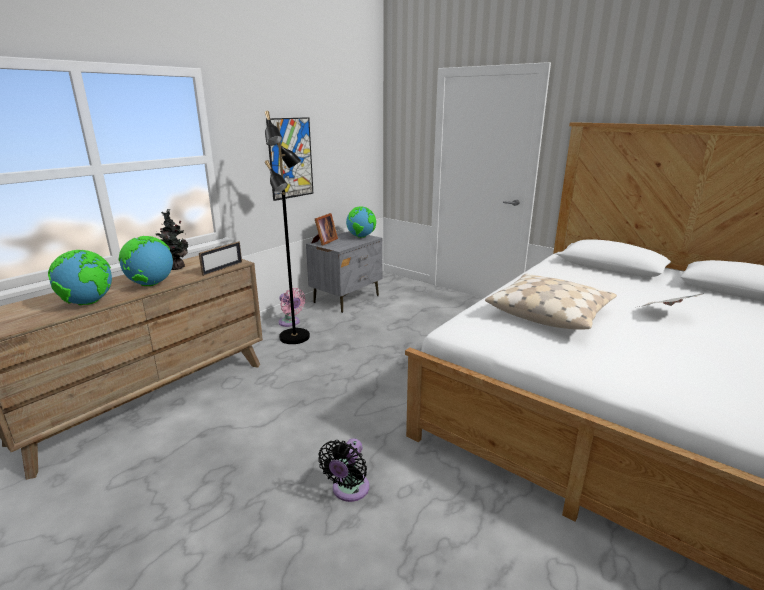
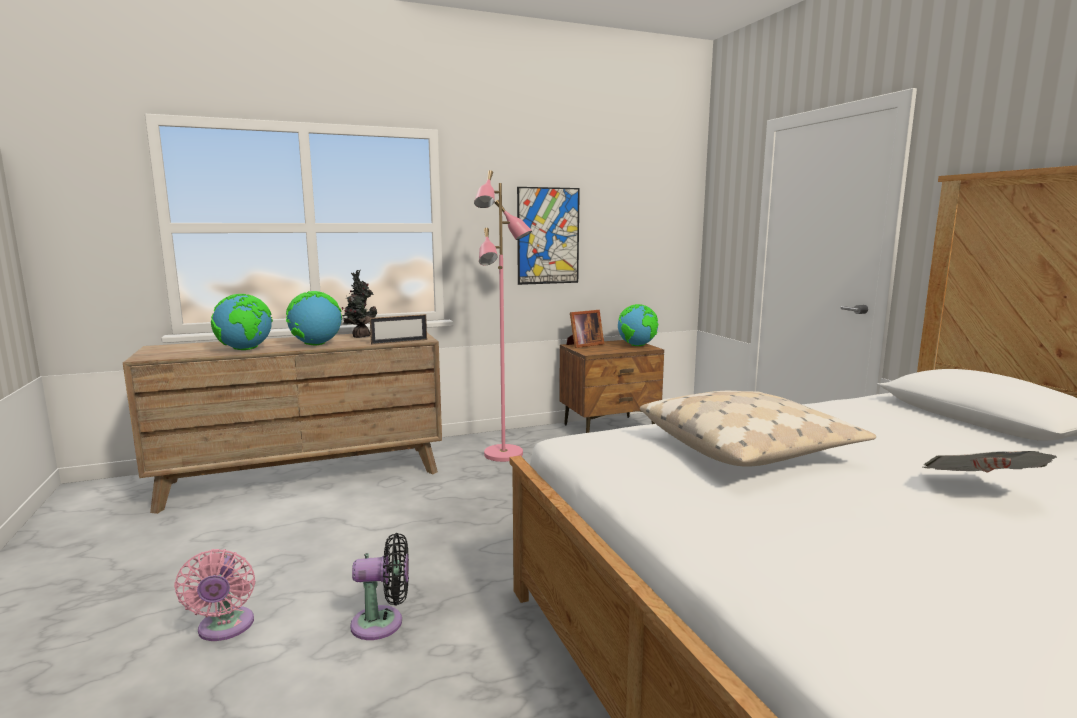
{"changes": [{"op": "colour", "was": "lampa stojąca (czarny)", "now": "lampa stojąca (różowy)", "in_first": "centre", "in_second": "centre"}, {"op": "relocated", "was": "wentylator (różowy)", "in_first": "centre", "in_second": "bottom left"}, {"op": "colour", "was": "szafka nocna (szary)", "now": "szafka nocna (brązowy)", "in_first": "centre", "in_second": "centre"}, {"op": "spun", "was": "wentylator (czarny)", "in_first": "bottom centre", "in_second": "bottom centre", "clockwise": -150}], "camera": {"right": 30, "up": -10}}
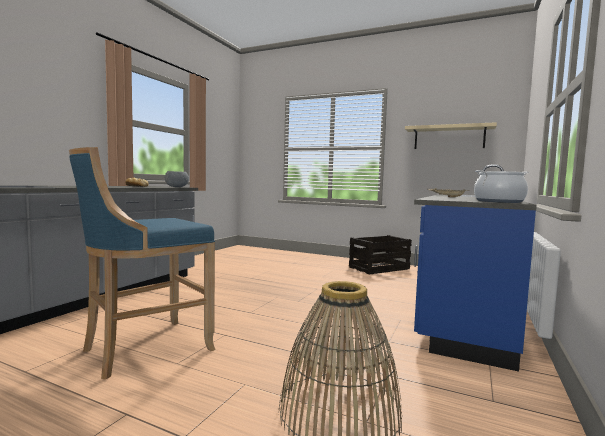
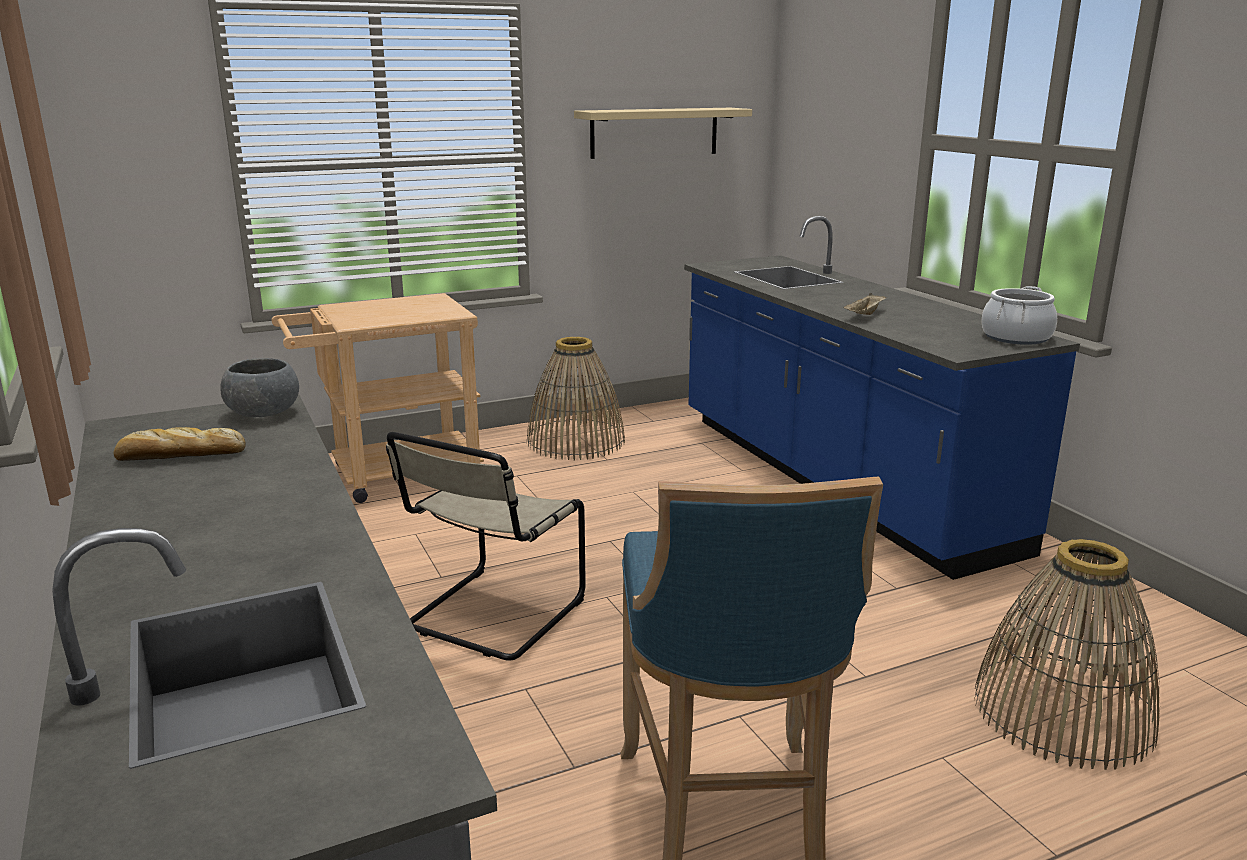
{"changes": [{"op": "exchanged", "was": "skrzynka", "now": "koszyk (no. 1 from left)", "in_first": "centre", "in_second": "centre"}, {"op": "appeared", "now": "wózek (beżowy)", "in_second": "middle left"}, {"op": "appeared", "now": "krzesło (beżowy)", "in_second": "centre"}], "camera": {"right": -50, "up": 15}}
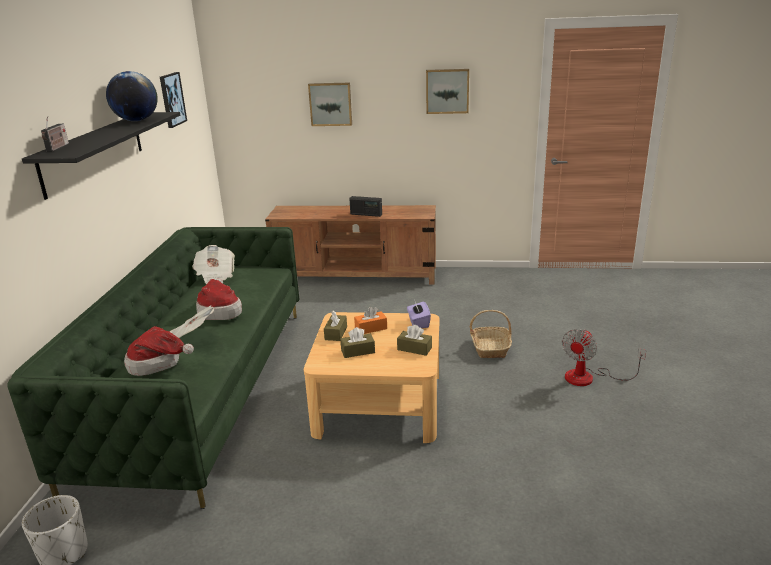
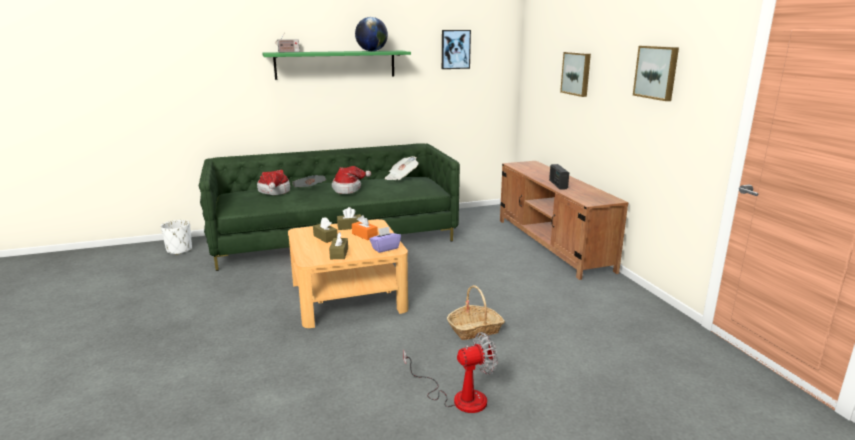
{"changes": [{"op": "colour", "was": "półka (czarny)", "now": "półka (zielony)", "in_first": "top left", "in_second": "top centre"}, {"op": "spun", "was": "wentylator", "in_first": "middle right", "in_second": "bottom centre", "clockwise": 150}], "camera": {"right": 65, "up": -5}}
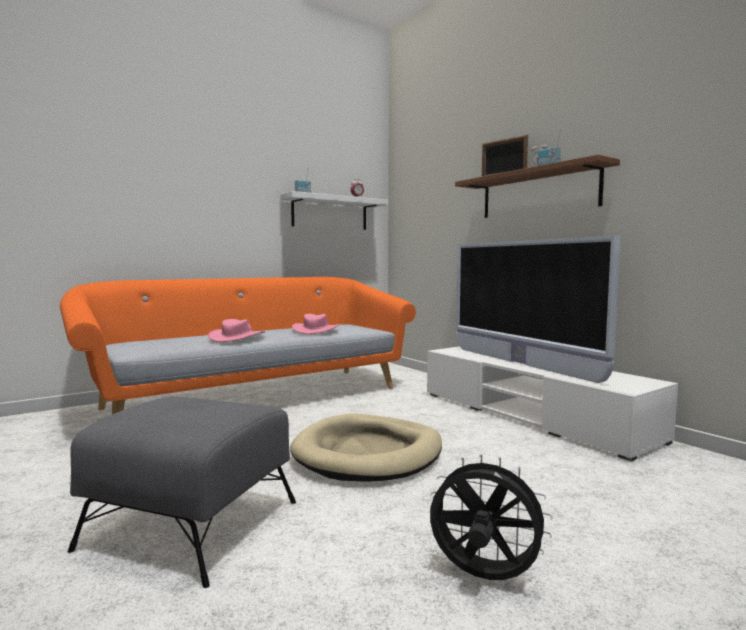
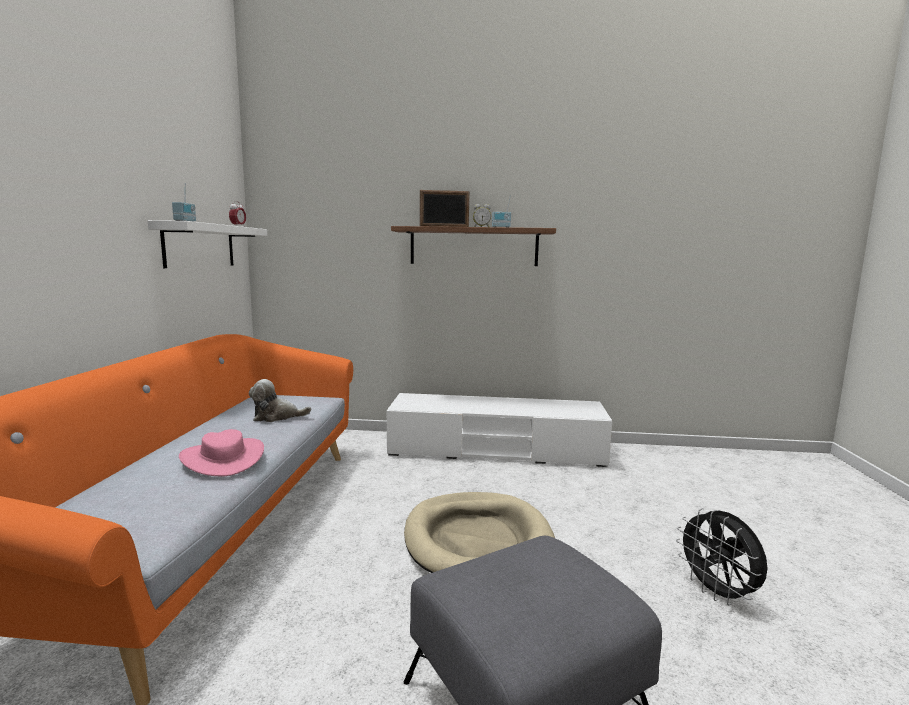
{"changes": [{"op": "exchanged", "was": "kapelusz (różowy) (no. 2 from left)", "now": "pluszak", "in_first": "centre", "in_second": "middle left"}, {"op": "spun", "was": "wentylator (czarny)", "in_first": "bottom centre", "in_second": "bottom right", "clockwise": -90}, {"op": "missing", "was": "telewizor", "in_first": "middle right"}], "camera": {"right": -50, "up": 5}}
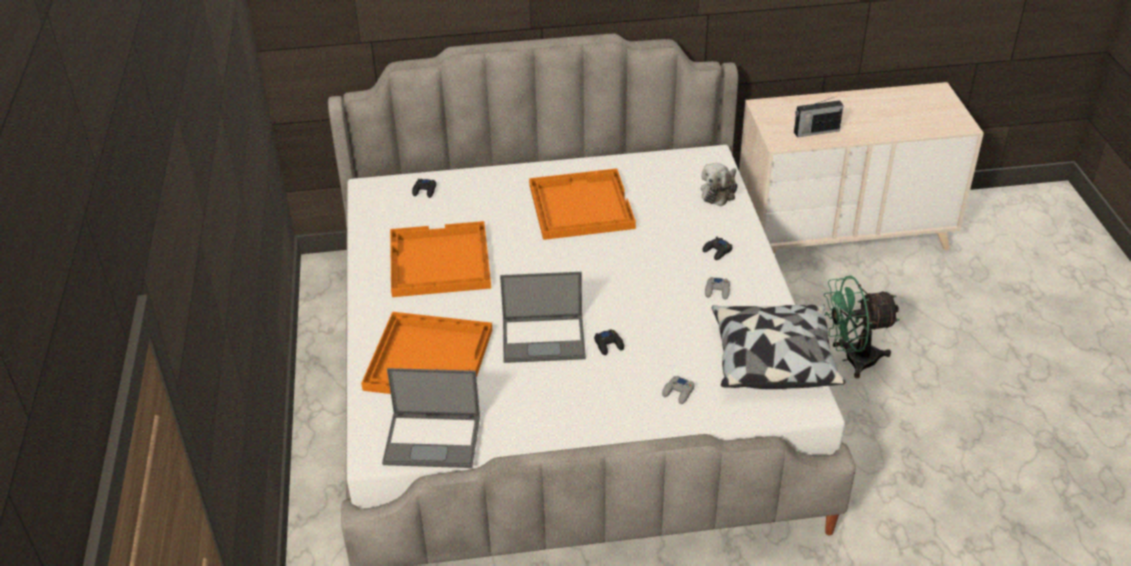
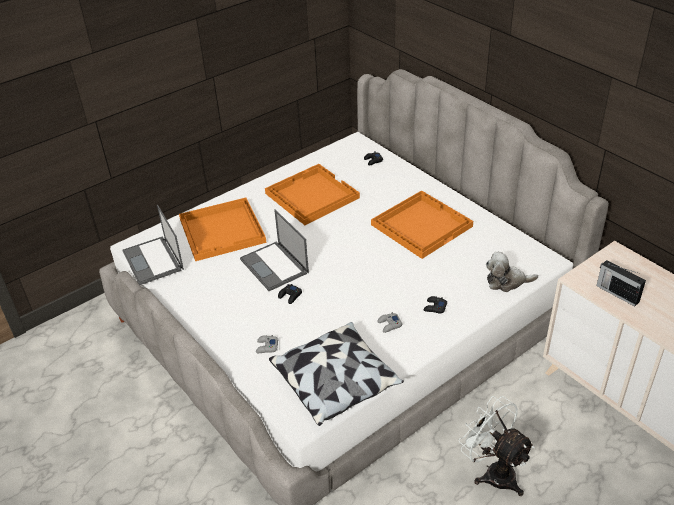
{"changes": [{"op": "colour", "was": "wentylator (zielony)", "now": "wentylator (biały)", "in_first": "middle right", "in_second": "bottom right"}], "camera": {"right": 60, "up": 0}}
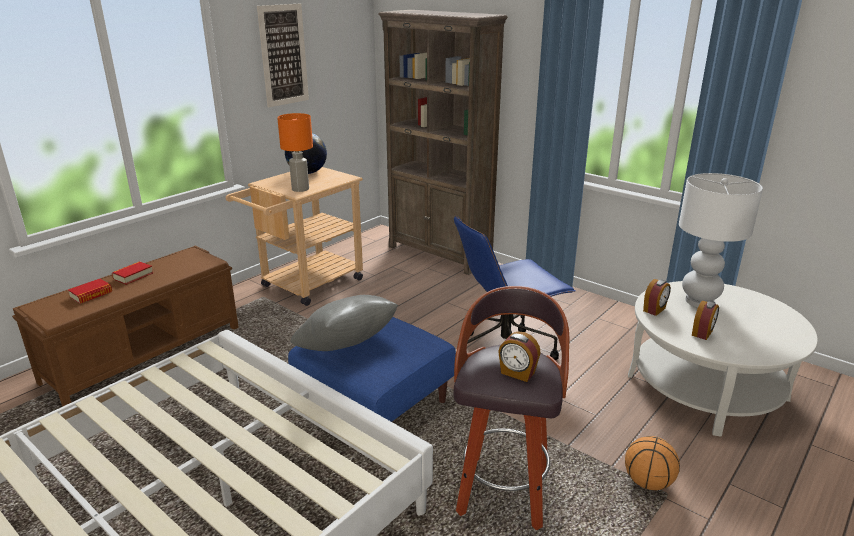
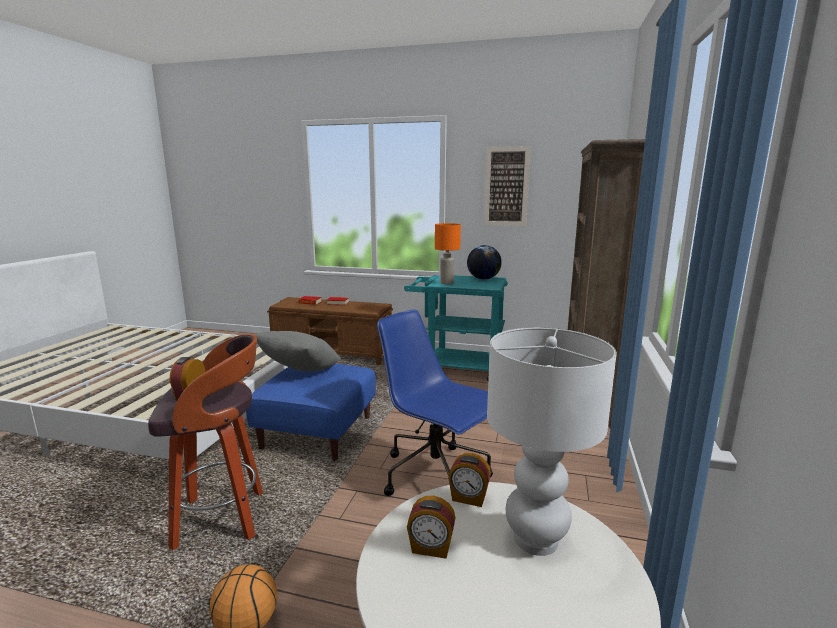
{"changes": [{"op": "colour", "was": "wózek (beżowy)", "now": "wózek (turkusowy)", "in_first": "centre", "in_second": "centre"}], "camera": {"right": 65, "up": -10}}
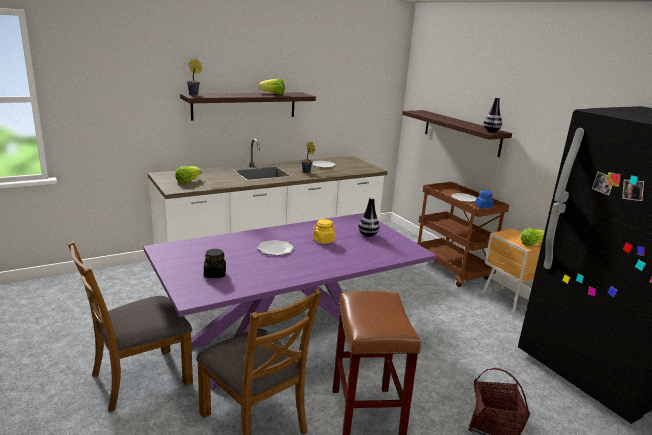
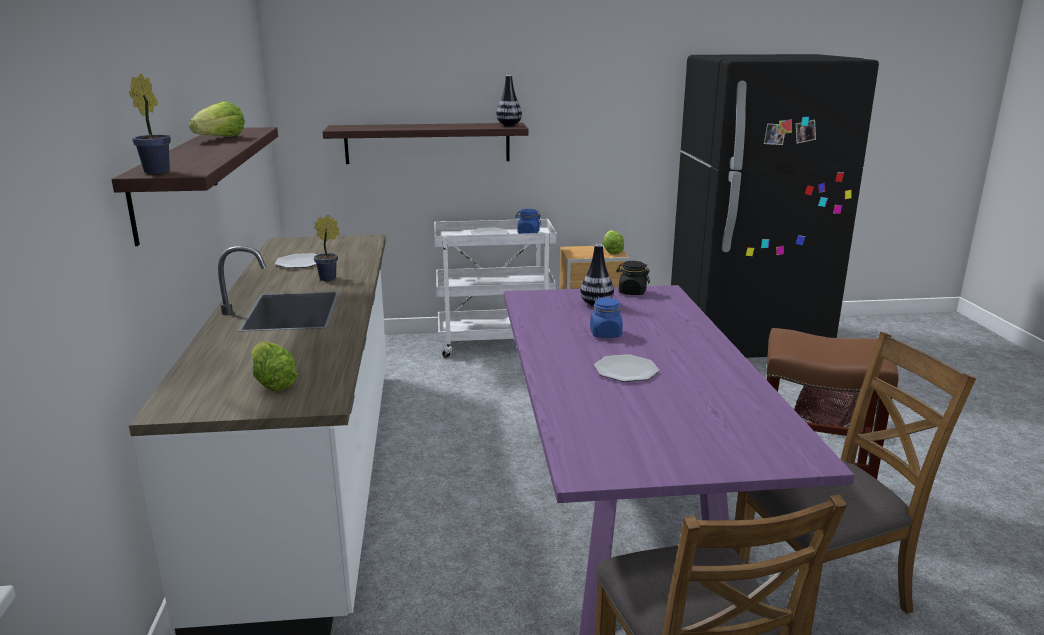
{"changes": [{"op": "relocated", "was": "słoik (czarny)", "in_first": "middle left", "in_second": "centre"}, {"op": "colour", "was": "słoik (żółty)", "now": "słoik (niebieski) (no. 2 from left)", "in_first": "centre", "in_second": "centre"}, {"op": "colour", "was": "wózek (brązowy)", "now": "wózek (biały)", "in_first": "middle right", "in_second": "centre"}], "camera": {"right": -65, "up": 0}}
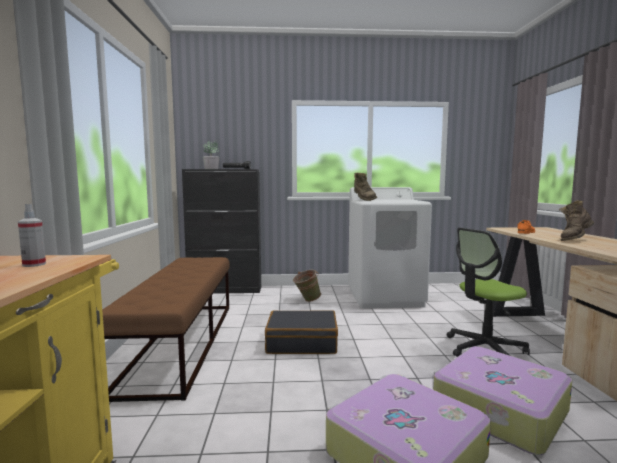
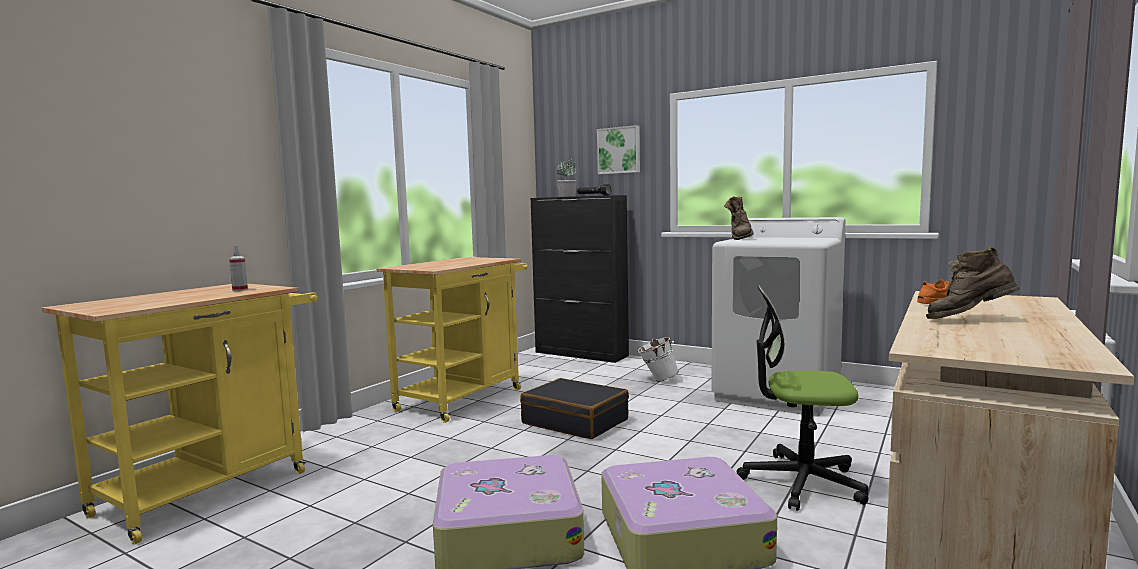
{"changes": [{"op": "exchanged", "was": "ławka (brązowy)", "now": "wózek (żółty) (no. 2 from left)", "in_first": "bottom left", "in_second": "centre"}, {"op": "colour", "was": "wiadro (zielony)", "now": "wiadro (biały)", "in_first": "centre", "in_second": "centre"}, {"op": "appeared", "now": "obraz", "in_second": "top centre"}], "camera": {"right": 35, "up": 0}}
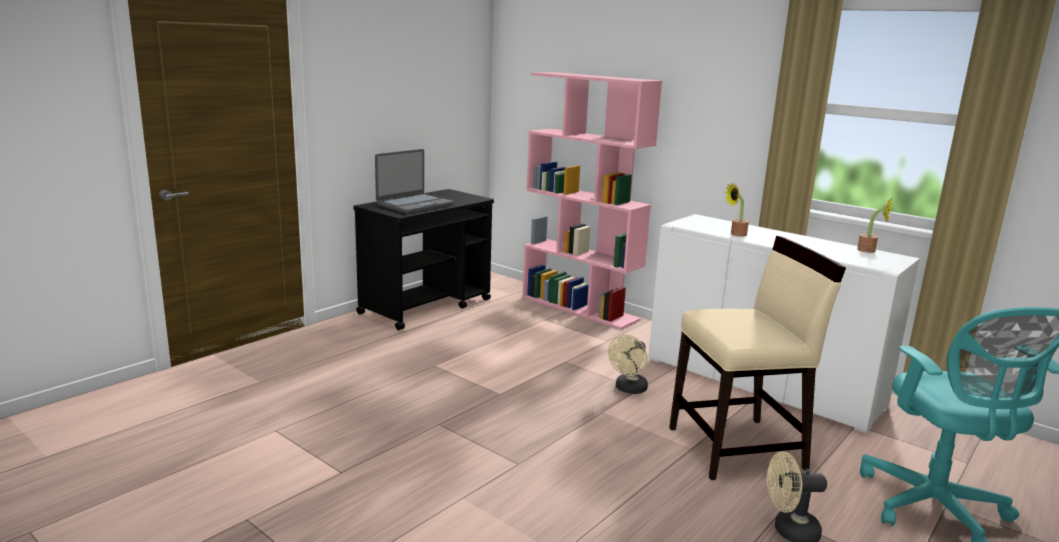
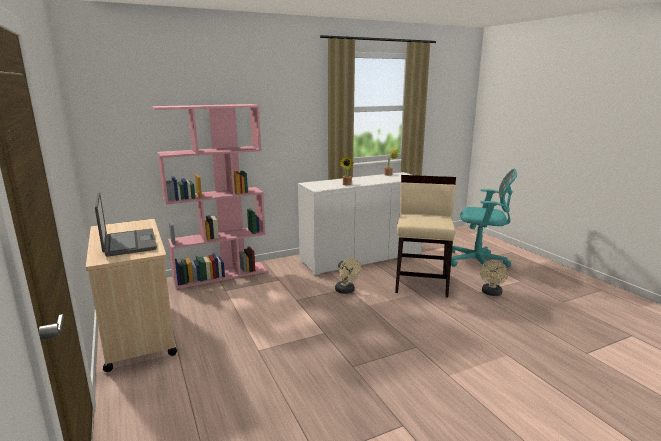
{"changes": [{"op": "colour", "was": "wózek (czarny)", "now": "wózek (beżowy)", "in_first": "centre", "in_second": "bottom left"}], "camera": {"right": -65, "up": 0}}
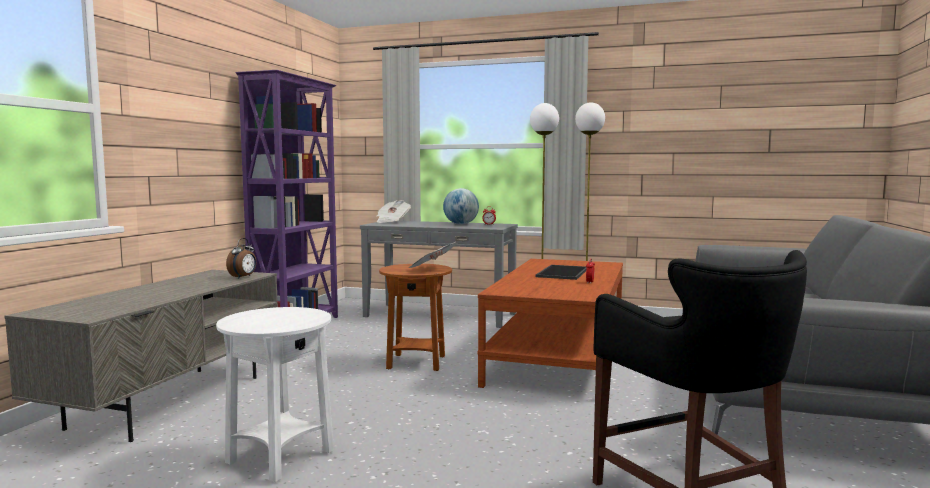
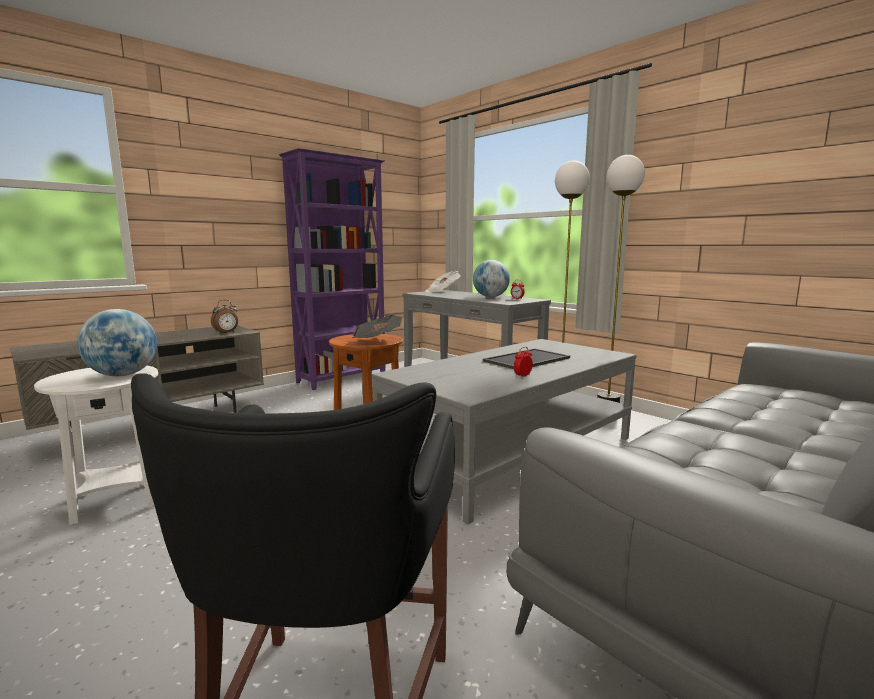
{"changes": [{"op": "colour", "was": "ława (brązowy)", "now": "ława (szary)", "in_first": "centre", "in_second": "centre"}, {"op": "appeared", "now": "globus (no. 1 from left)", "in_second": "middle left"}], "camera": {"right": 30, "up": 5}}
